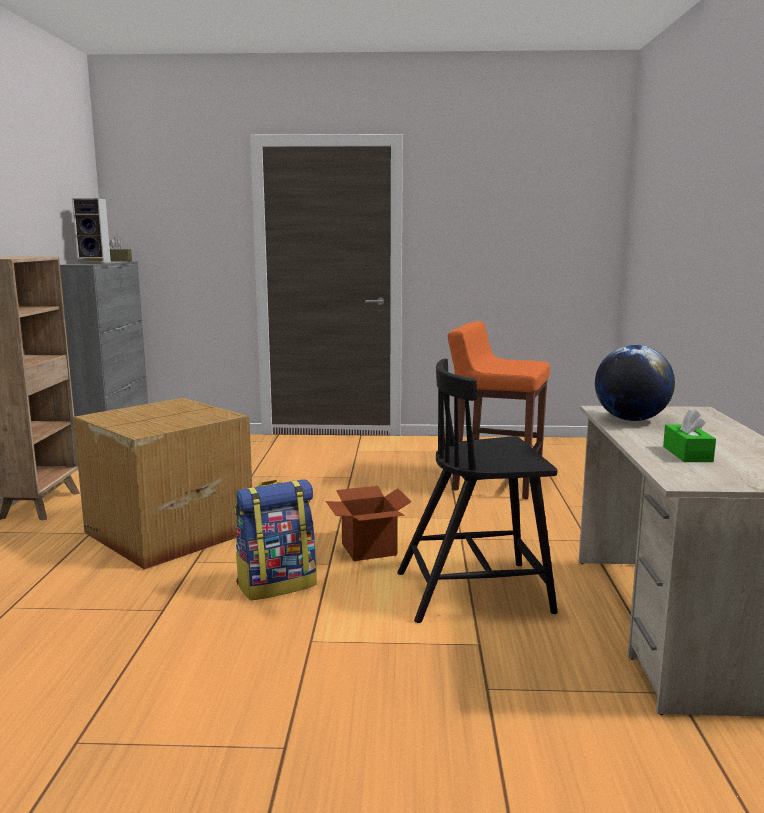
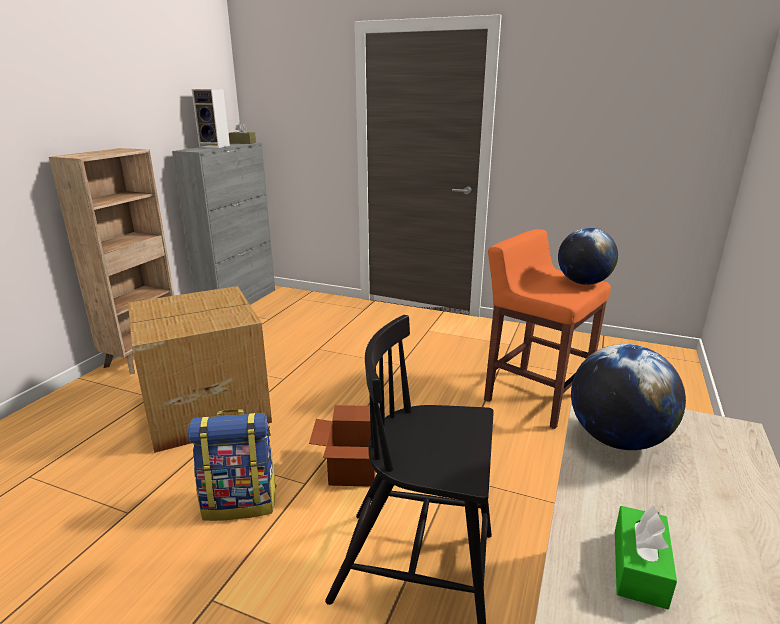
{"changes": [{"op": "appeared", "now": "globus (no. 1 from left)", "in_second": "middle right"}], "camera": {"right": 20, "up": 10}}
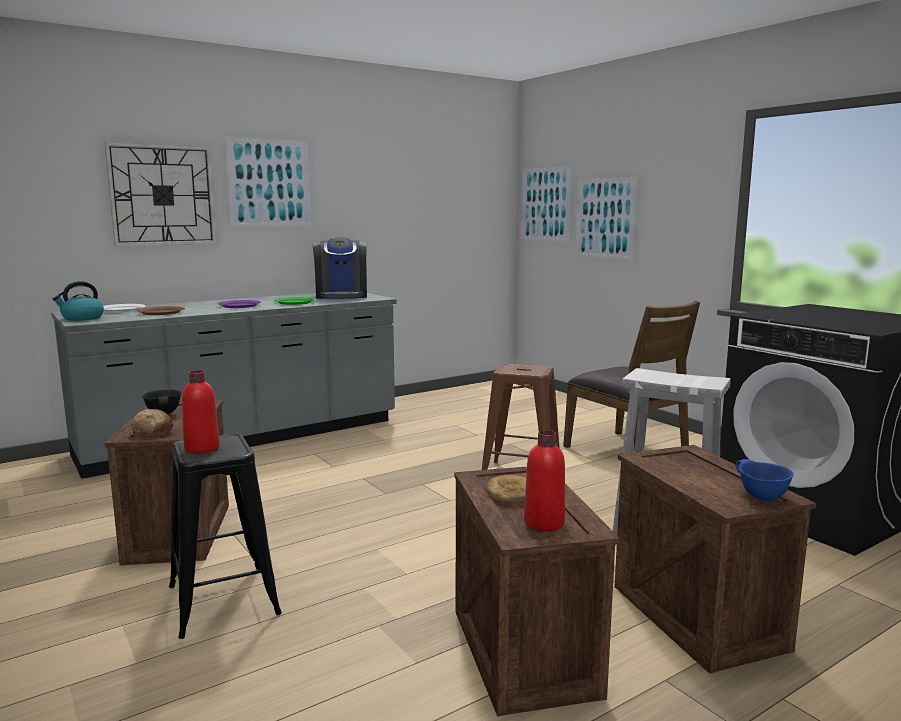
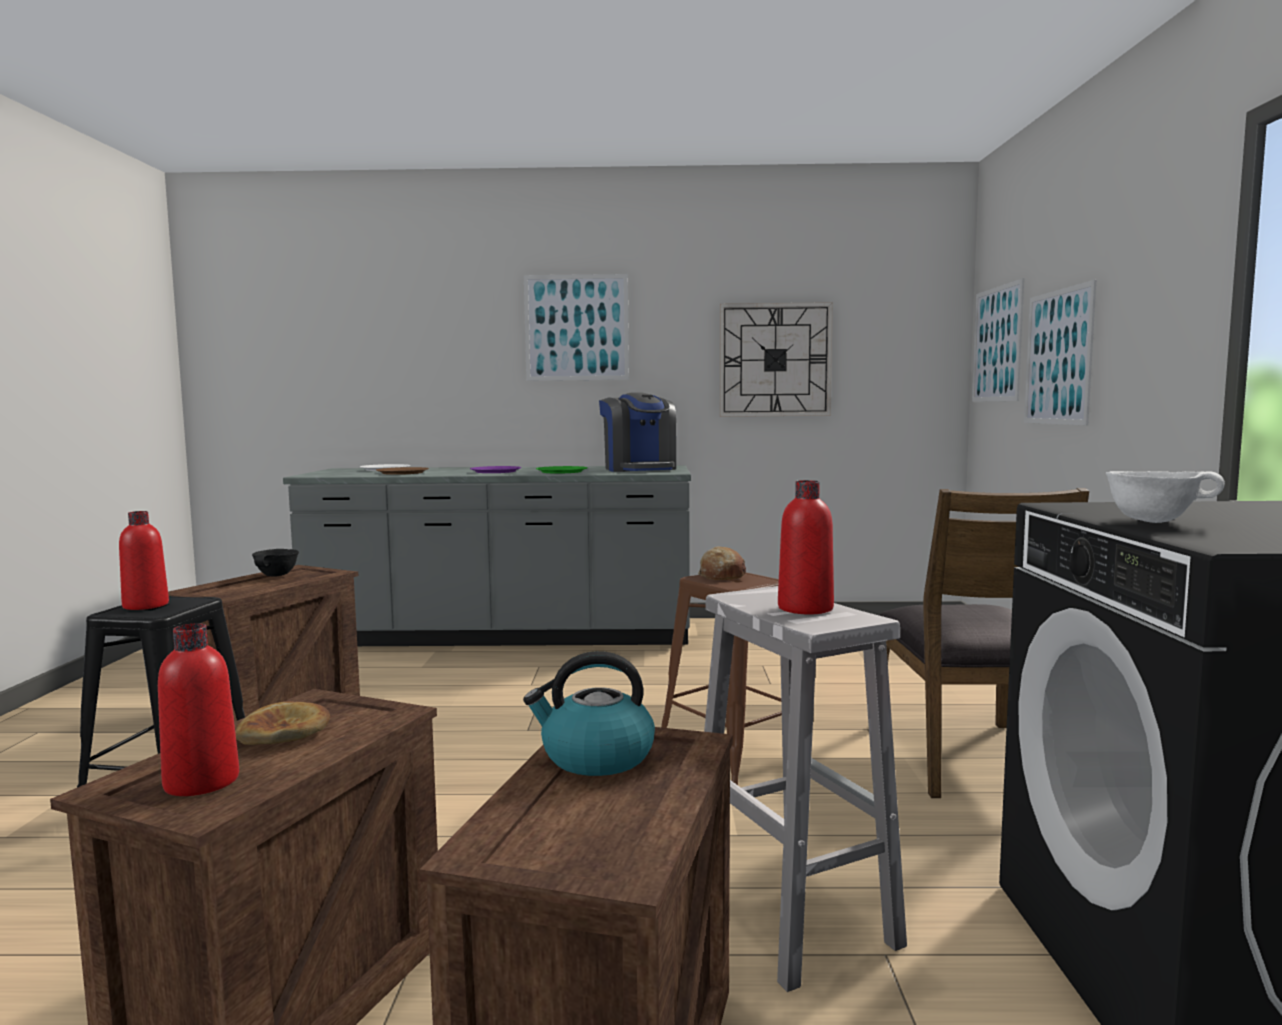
{"changes": [{"op": "relocated", "was": "czajnik", "in_first": "middle left", "in_second": "bottom centre"}, {"op": "relocated", "was": "zegar ścienny", "in_first": "top left", "in_second": "centre"}, {"op": "relocated", "was": "chleb (no. 1 from left in the first image)", "now": "chleb (no. 2 from left)", "in_first": "middle left", "in_second": "centre"}, {"op": "spun", "was": "ekspres do kawy", "in_first": "centre", "in_second": "centre", "clockwise": -45}, {"op": "missing", "was": "miska (niebieski)", "in_first": "middle right"}, {"op": "appeared", "now": "butelka (czerwony) (no. 3 from left)", "in_second": "centre"}, {"op": "appeared", "now": "miska (biały)", "in_second": "middle right"}], "camera": {"right": 35, "up": -5}}
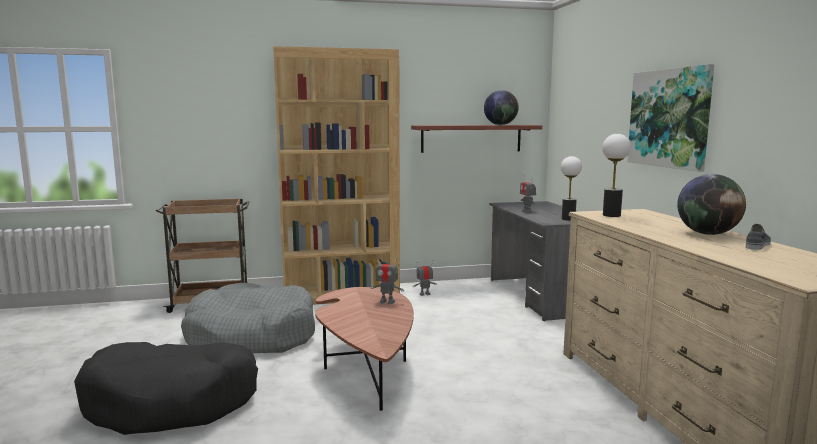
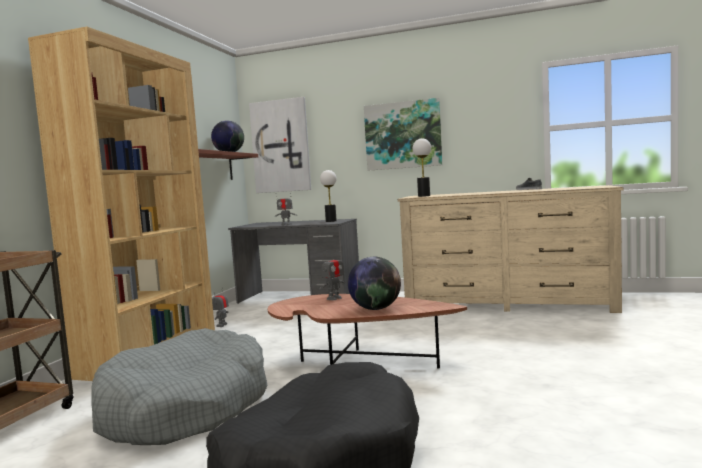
{"changes": [{"op": "relocated", "was": "globus (no. 2 from left)", "in_first": "middle right", "in_second": "centre"}, {"op": "appeared", "now": "obraz (no. 1 from left)", "in_second": "top centre"}], "camera": {"right": -60, "up": -5}}
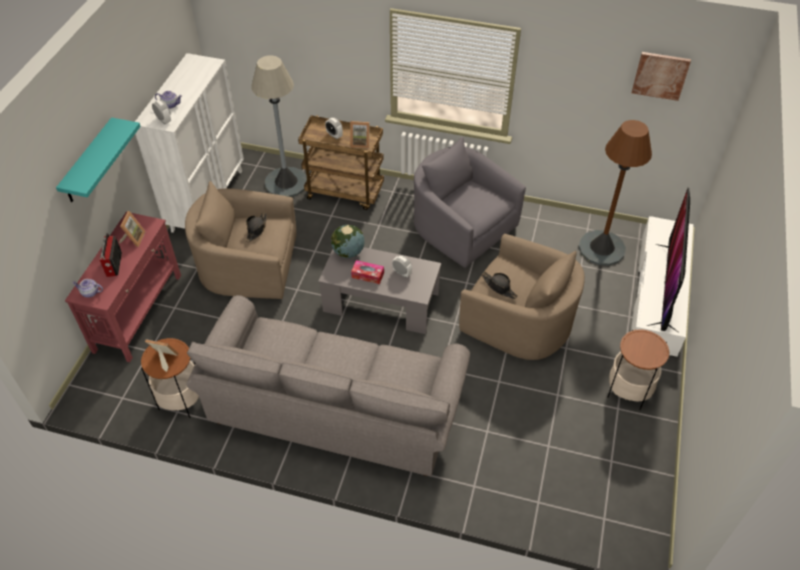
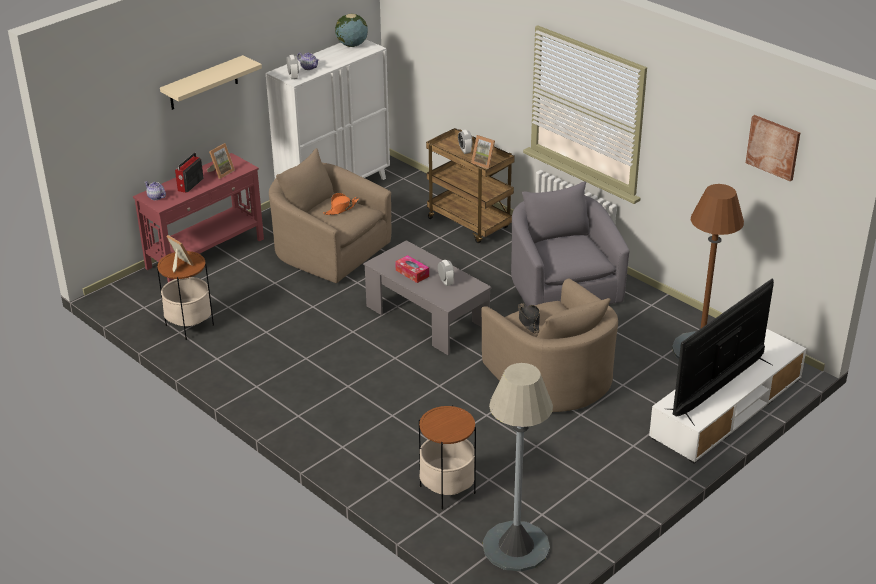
{"changes": [{"op": "colour", "was": "półka (turkusowy)", "now": "półka (beżowy)", "in_first": "top left", "in_second": "top left"}, {"op": "missing", "was": "kanapa (szary)", "in_first": "bottom centre"}, {"op": "colour", "was": "kapelusz (czarny) (no. 1 from left)", "now": "kapelusz (pomarańczowy)", "in_first": "middle left", "in_second": "centre"}, {"op": "relocated", "was": "lampa stojąca (szary)", "in_first": "top centre", "in_second": "bottom centre"}, {"op": "relocated", "was": "globus", "in_first": "centre", "in_second": "top centre"}, {"op": "relocated", "was": "stolik (no. 2 from left)", "in_first": "middle right", "in_second": "bottom centre"}], "camera": {"right": 30, "up": -15}}
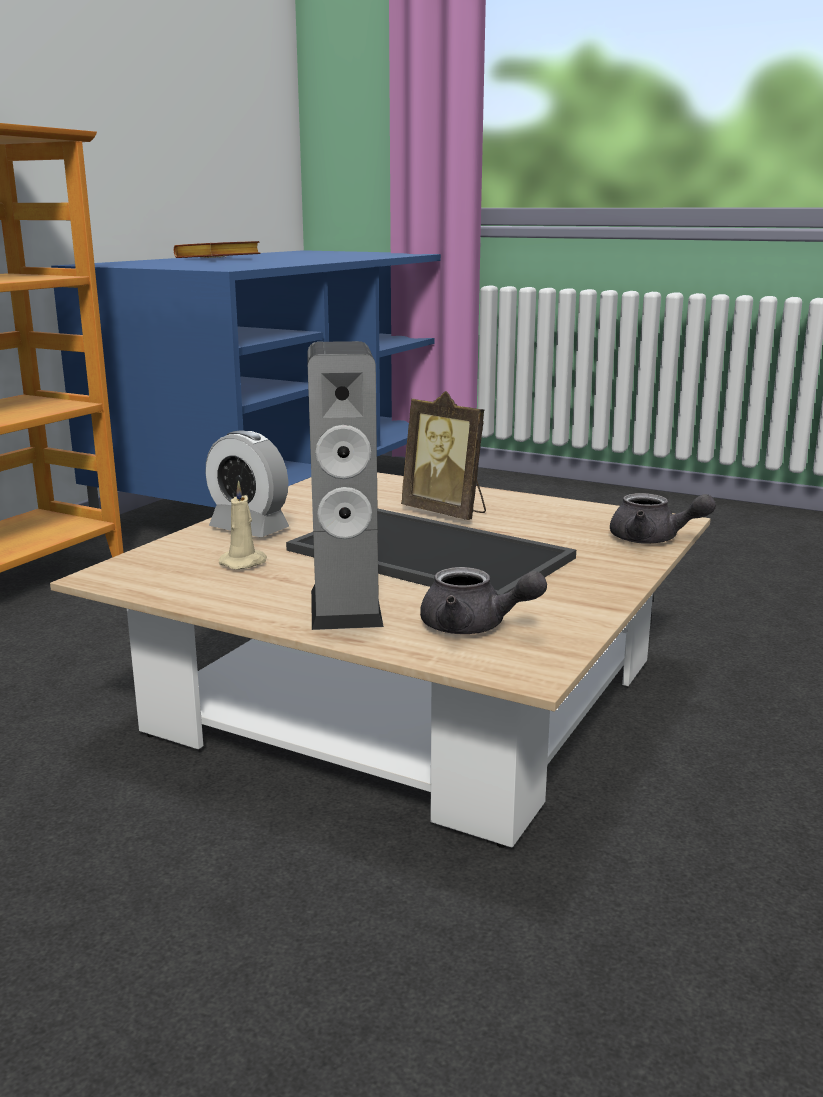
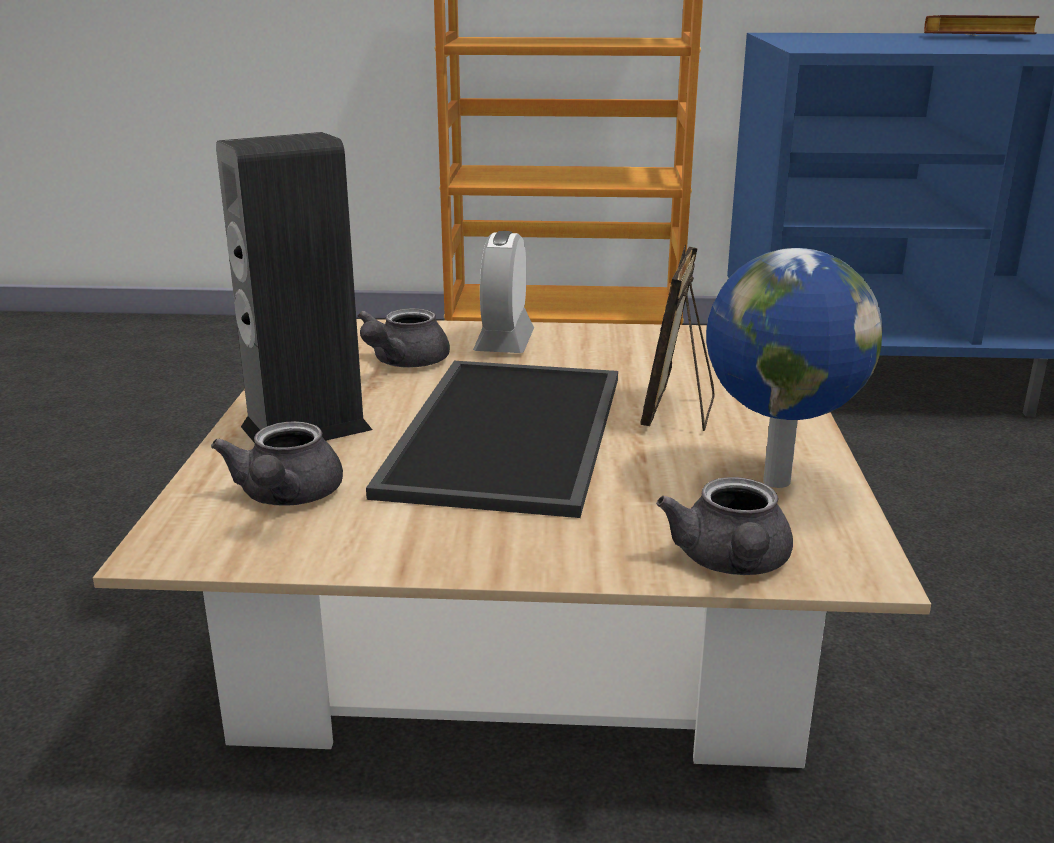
{"changes": [{"op": "exchanged", "was": "świeca (beżowy)", "now": "imbryk (szary) (no. 2 from left)", "in_first": "middle left", "in_second": "centre"}, {"op": "appeared", "now": "globus", "in_second": "middle right"}], "camera": {"right": 65, "up": 5}}
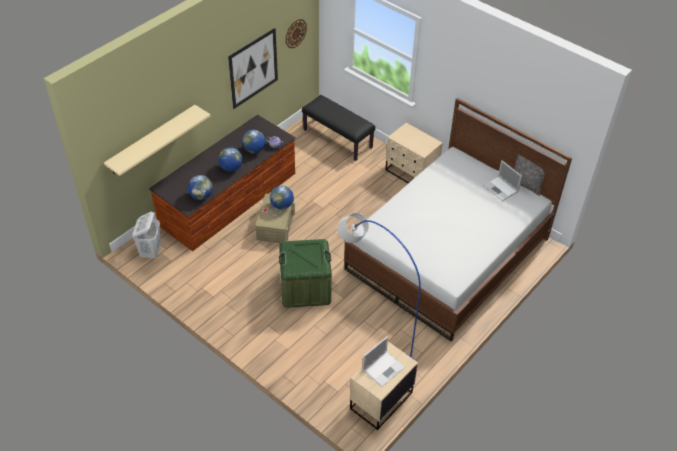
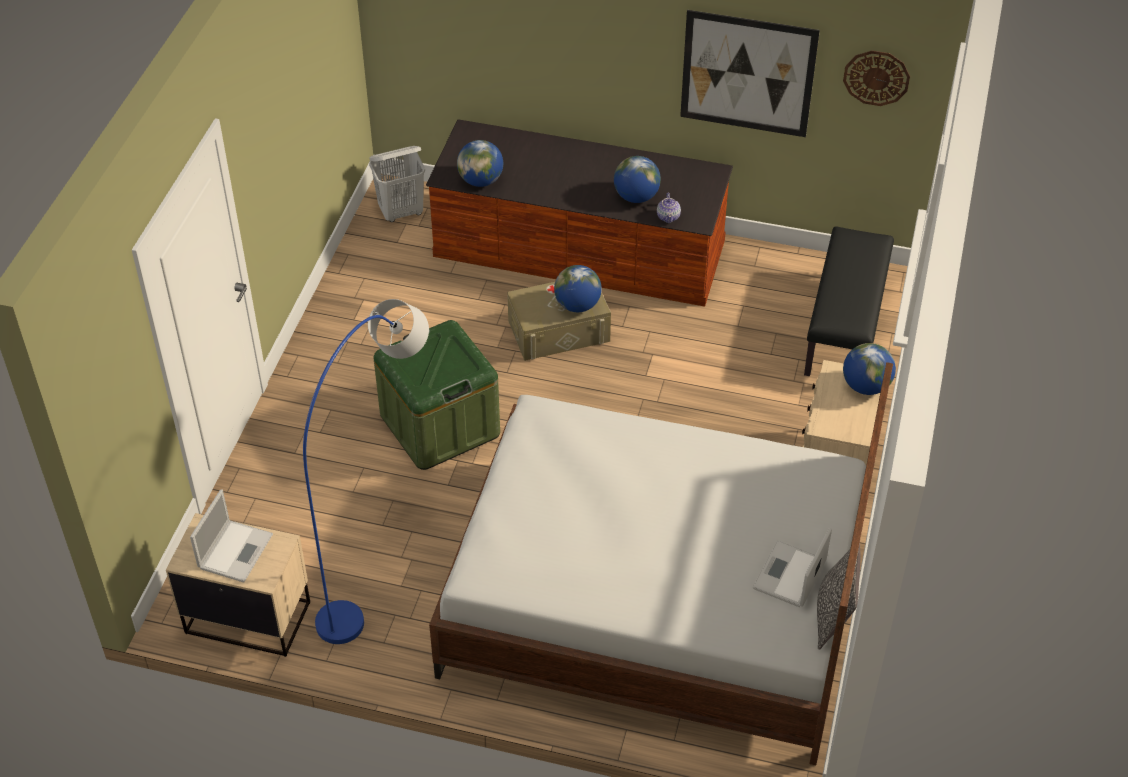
{"changes": [{"op": "missing", "was": "półka (beżowy)", "in_first": "top left"}, {"op": "relocated", "was": "globus (no. 2 from left in the first image)", "now": "globus (no. 4 from left)", "in_first": "centre", "in_second": "middle right"}, {"op": "spun", "was": "laptop (no. 1 from left)", "in_first": "bottom centre", "in_second": "bottom left", "clockwise": -90}], "camera": {"right": 65, "up": 0}}
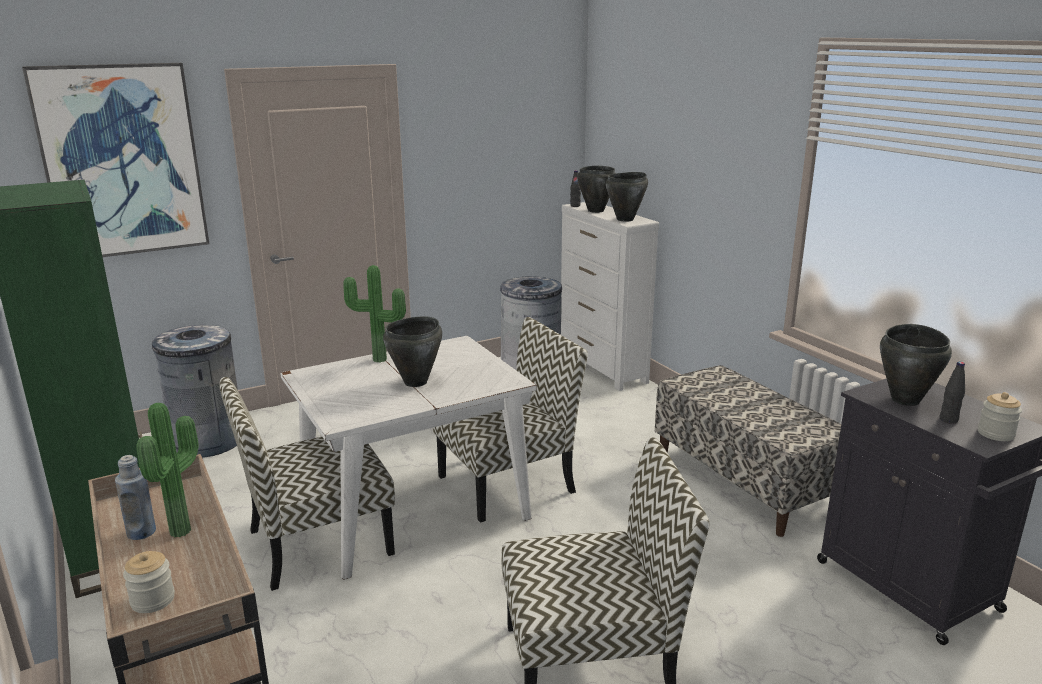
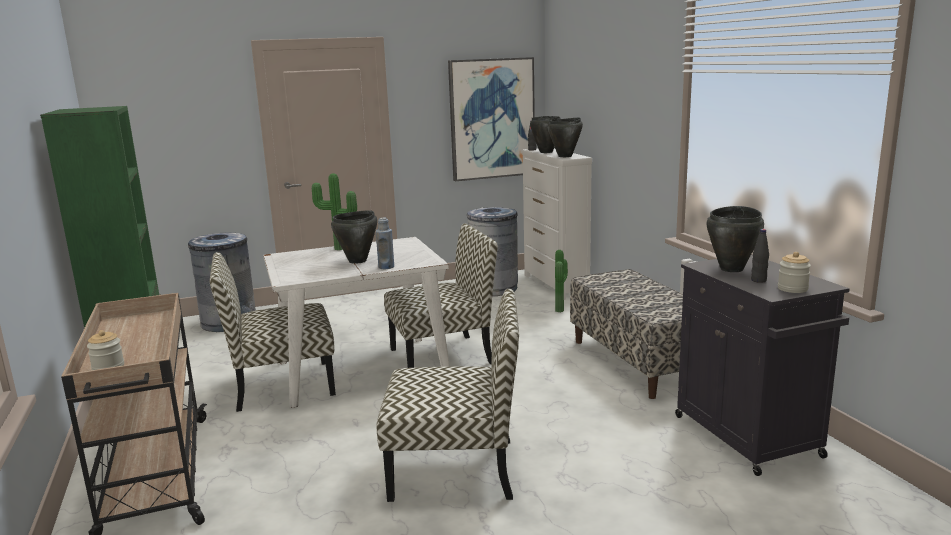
{"changes": [{"op": "relocated", "was": "obraz", "in_first": "top left", "in_second": "top centre"}, {"op": "relocated", "was": "butelka (niebieski)", "in_first": "bottom left", "in_second": "centre"}, {"op": "relocated", "was": "roślina doniczkowa (no. 1 from left in the first image)", "now": "roślina doniczkowa (no. 2 from left)", "in_first": "bottom left", "in_second": "centre"}], "camera": {"right": 10, "up": -5}}
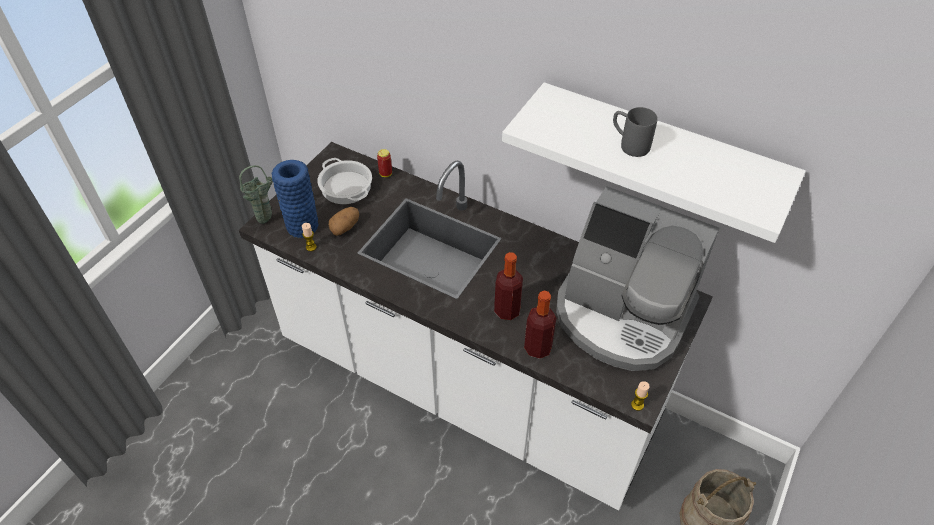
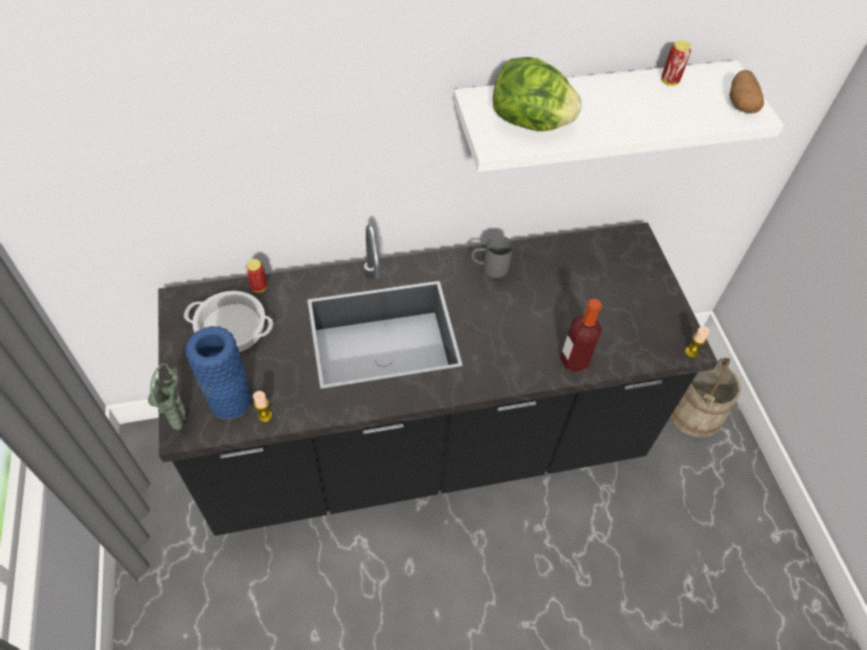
{"changes": [{"op": "colour", "was": "zabudowa kuchenna (biały)", "now": "zabudowa kuchenna (czarny)", "in_first": "centre", "in_second": "centre"}, {"op": "relocated", "was": "ziemniak", "in_first": "centre", "in_second": "top right"}, {"op": "missing", "was": "butelka (no. 1 from left)", "in_first": "centre"}, {"op": "missing", "was": "ekspres do kawy", "in_first": "middle right"}, {"op": "relocated", "was": "kubek (szary)", "in_first": "top right", "in_second": "centre"}, {"op": "appeared", "now": "sałata", "in_second": "top centre"}, {"op": "appeared", "now": "puszka (no. 2 from left)", "in_second": "top right"}], "camera": {"right": -45, "up": 5}}
